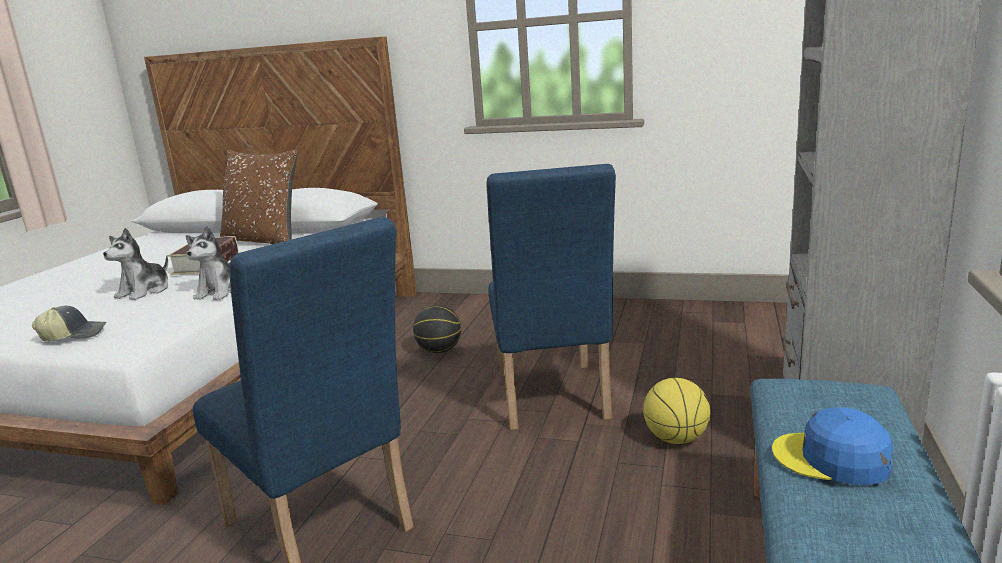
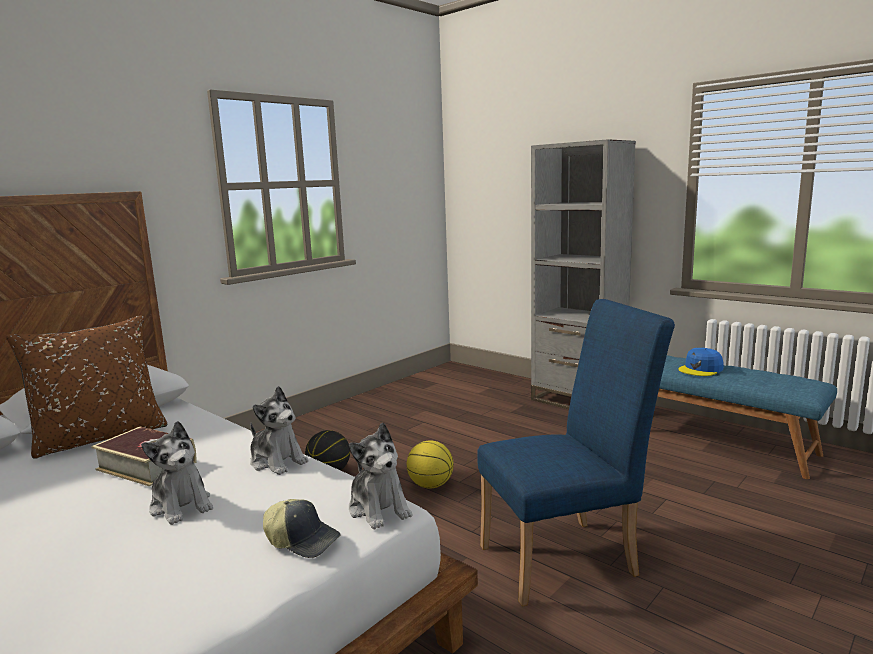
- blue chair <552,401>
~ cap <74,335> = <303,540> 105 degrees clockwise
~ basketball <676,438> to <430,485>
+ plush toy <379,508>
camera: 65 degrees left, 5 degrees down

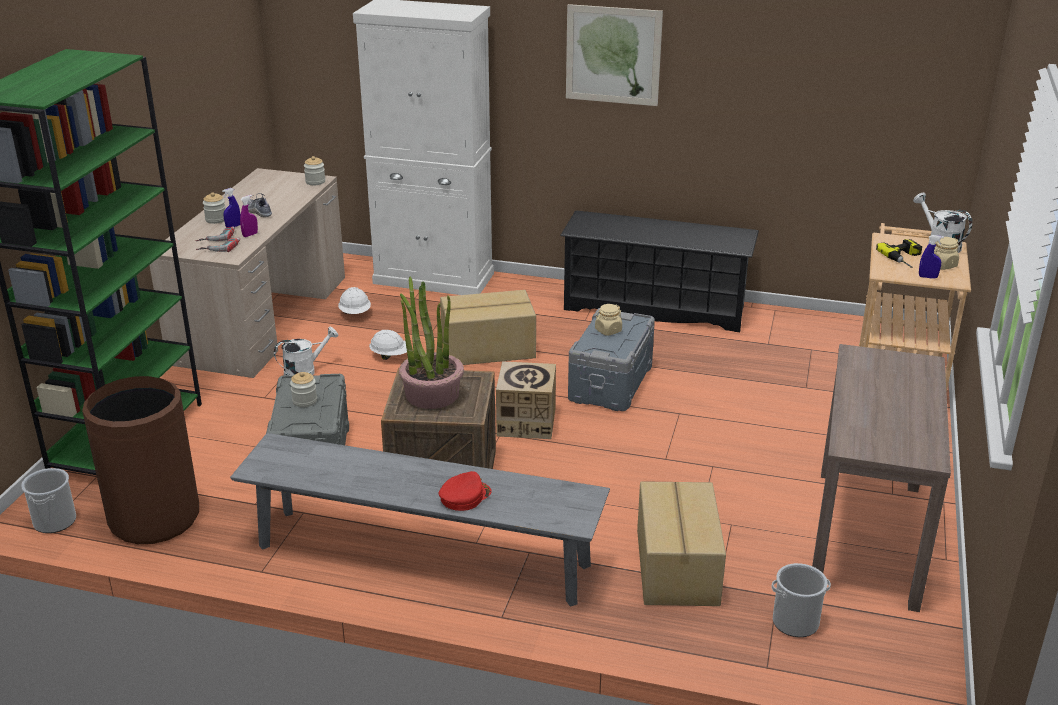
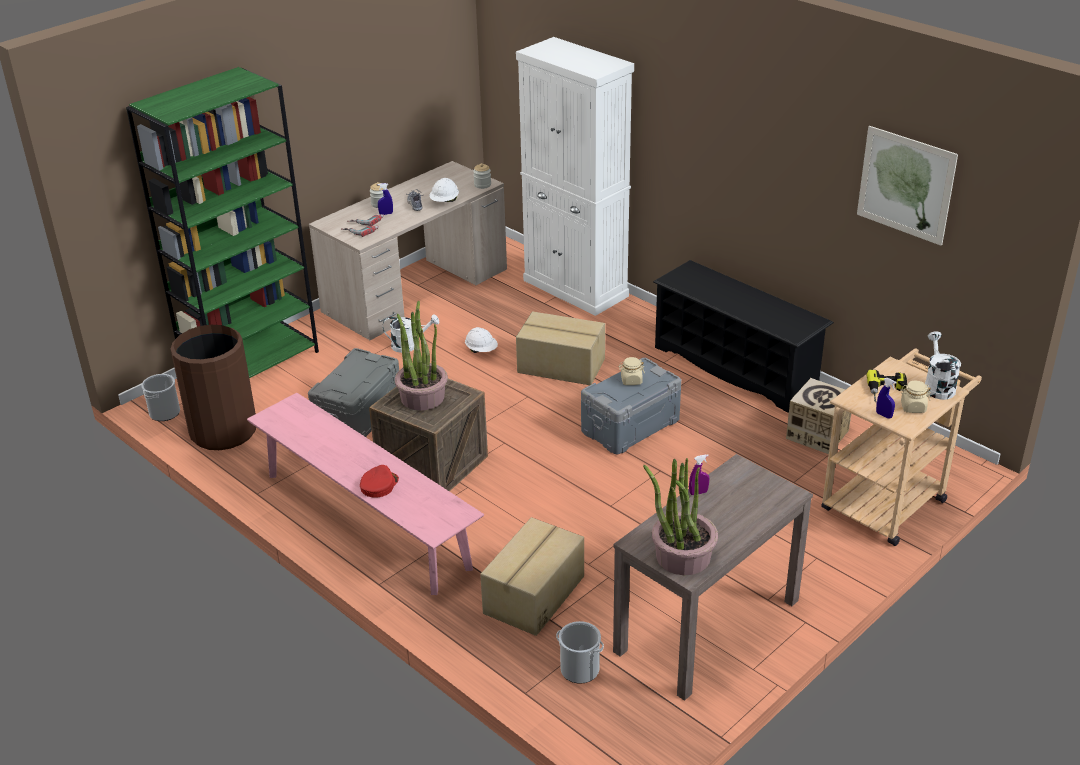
~ picture <613,55> to <905,185>
~ purple spray bottle <250,235> to <698,492>
~ white hard hat <355,314> to <444,202>
~ cardboard box <526,422> to <817,434>
- jar <304,401>
~ grey bench <422,556> to pink bench <366,520>
~ red cap <464,496> = <379,485> 45 degrees counterclockwise
+ potted plant <682,556>
camera: 30 degrees right, 5 degrees up

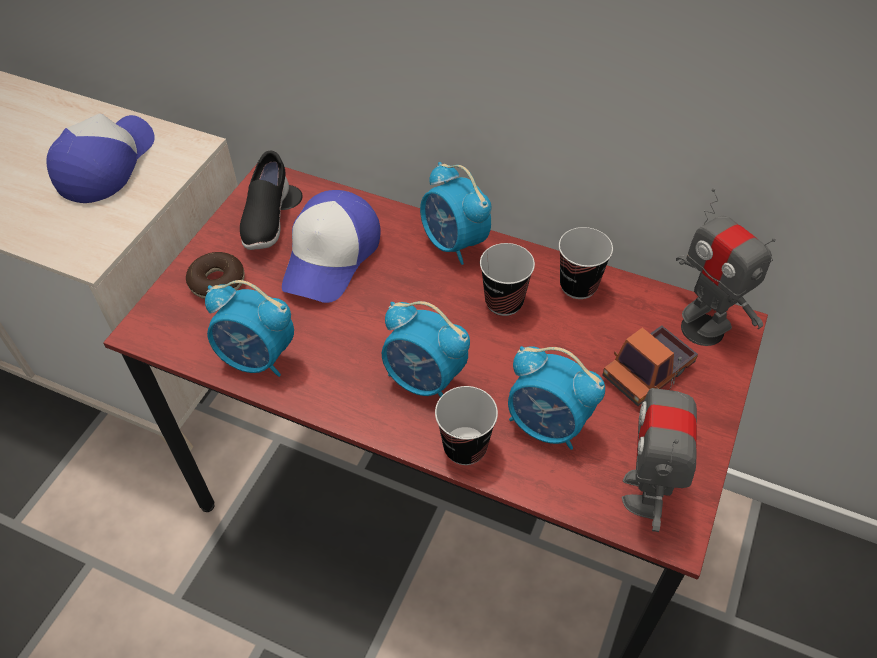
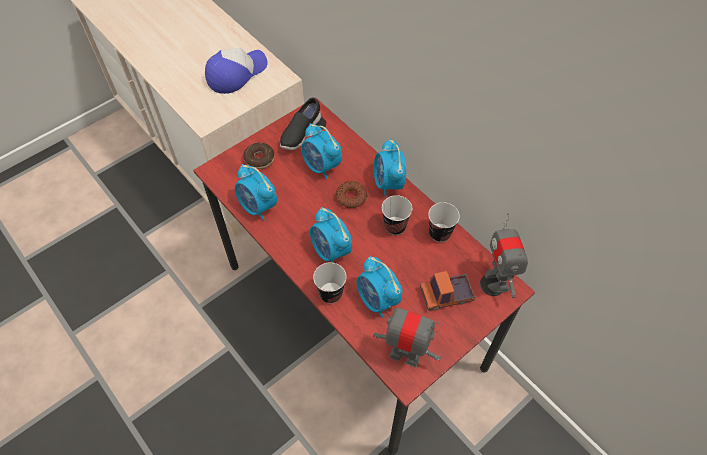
~ cap <331,256> to alarm clock <321,166>
~ toy robot <645,493> = <405,355> 75 degrees clockwise
+ donut <351,197>
camera: 25 degrees right, 5 degrees up

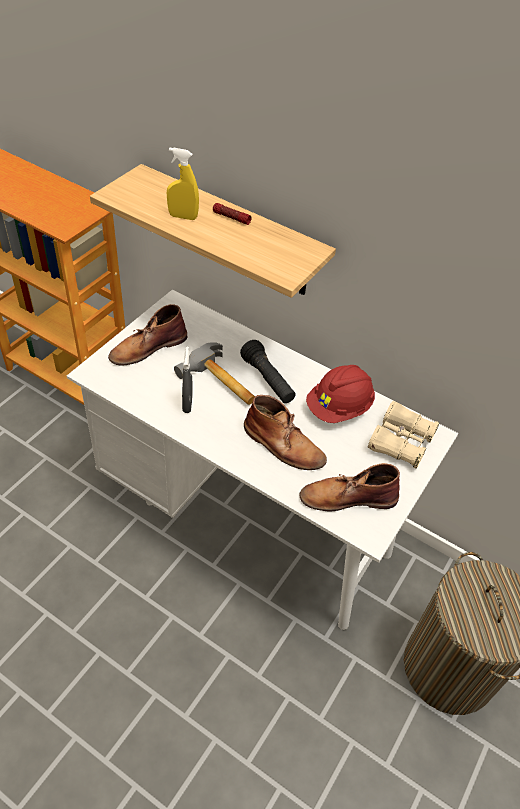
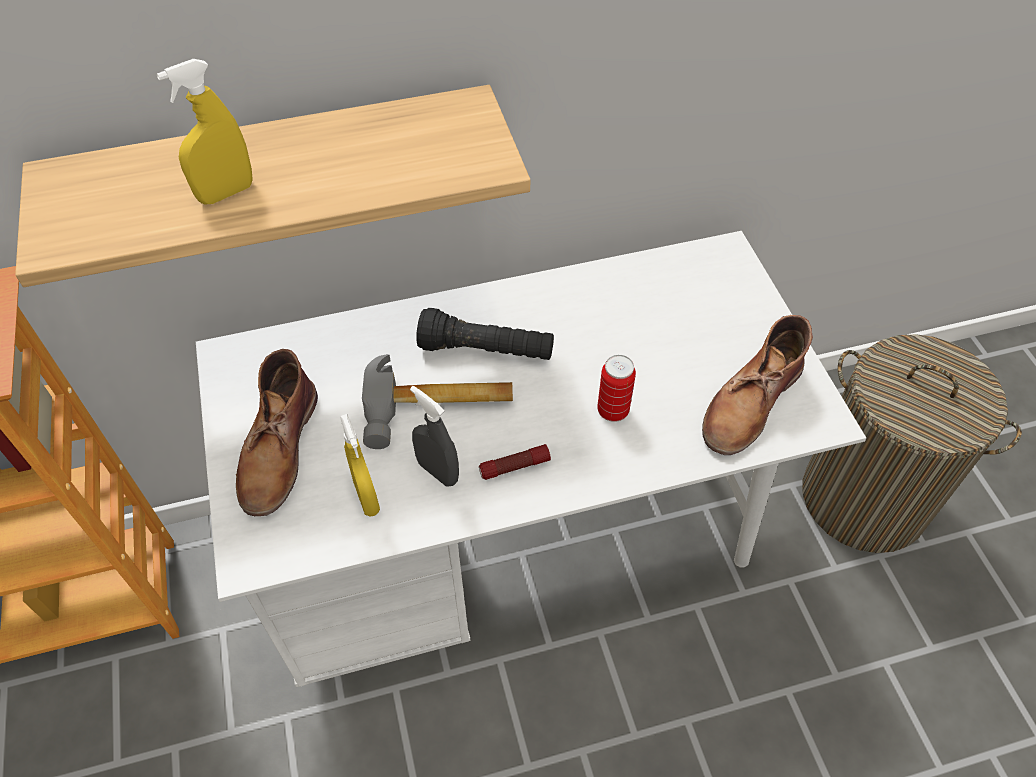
~ flashlight <231,218> to <514,467>
- red hard hat <339,407>
~ brown boot <284,445> to can <613,410>
- beige binoculars <400,442>
+ yellow spray bottle <367,497>
camera: 45 degrees left, 5 degrees up

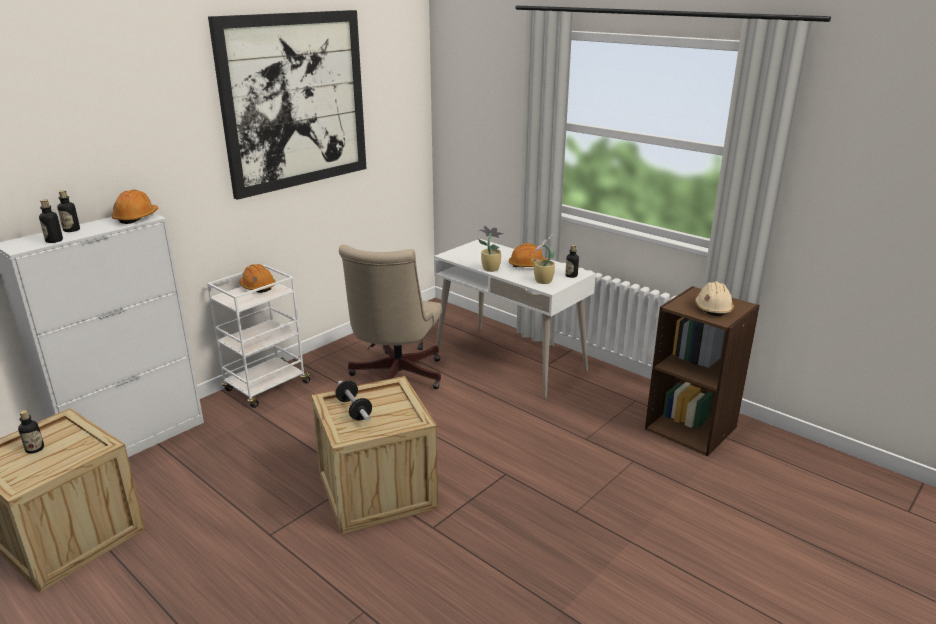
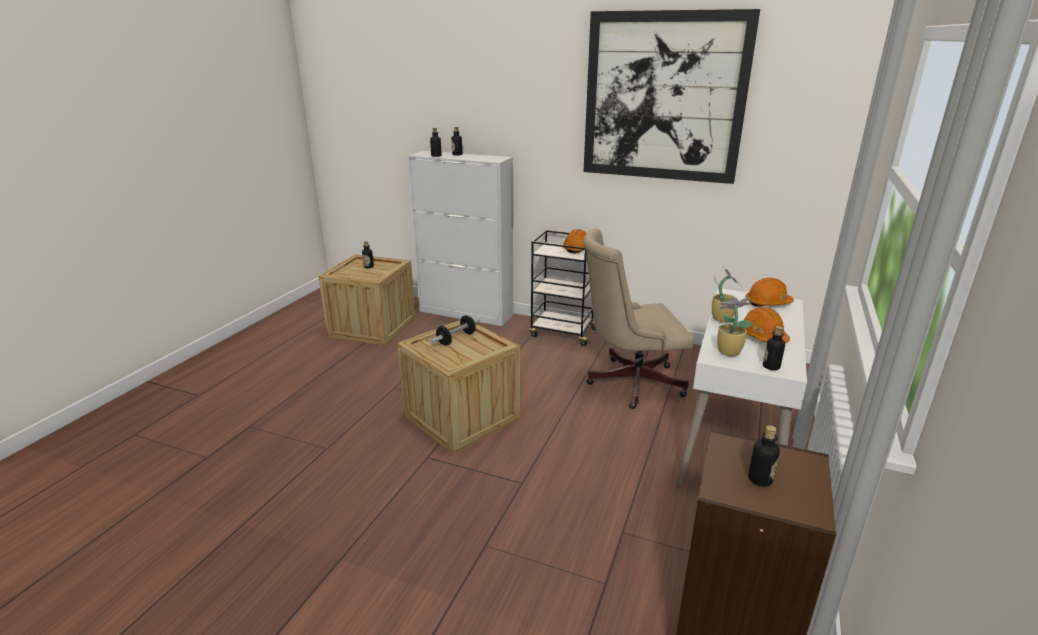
~ orange hard hat <136,218> to <767,303>
~ white cart <266,387> to black cart <562,332>
~ beige hard hat <713,308> to bottle <760,479>
camera: 70 degrees right, 0 degrees up

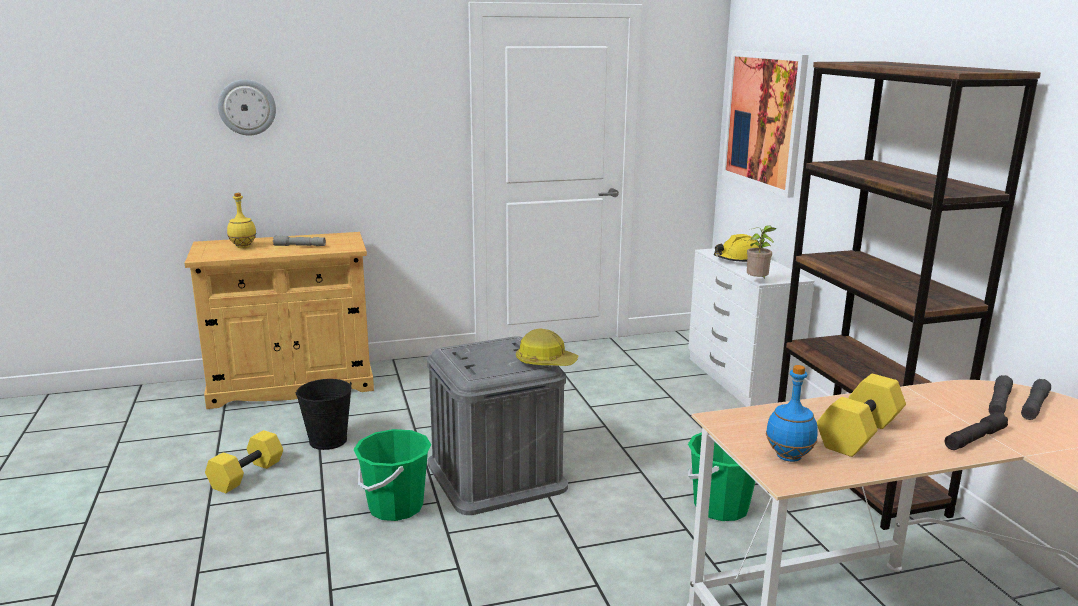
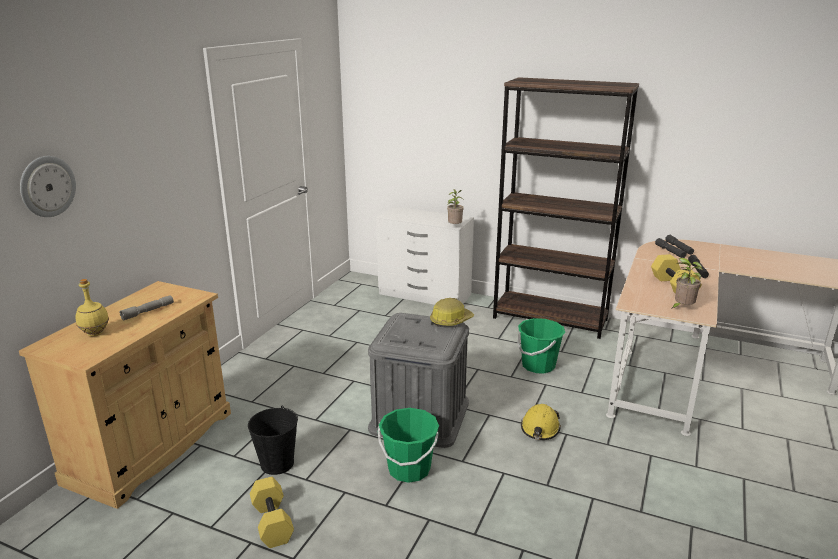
- picture <764,120>
~ yellow hard hat <738,259> to <540,429>
~ blue bottle <788,456> to potted plant <682,308>
camera: 50 degrees left, 5 degrees up

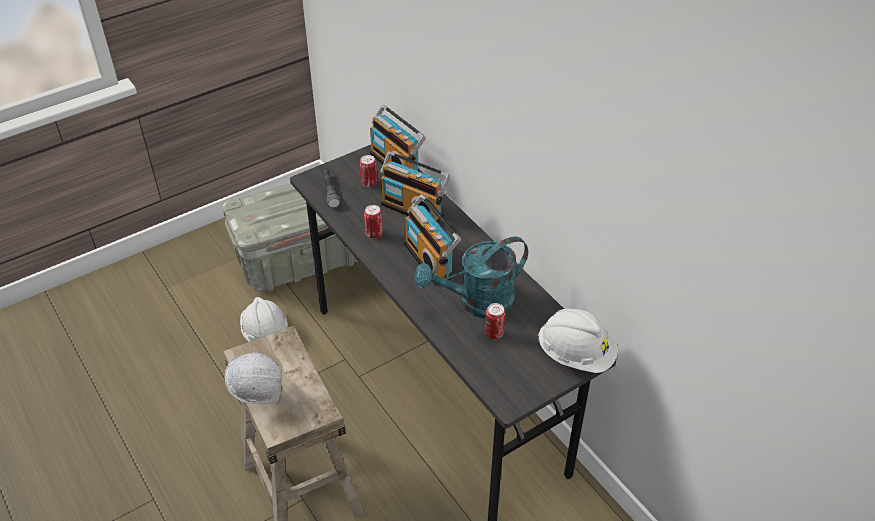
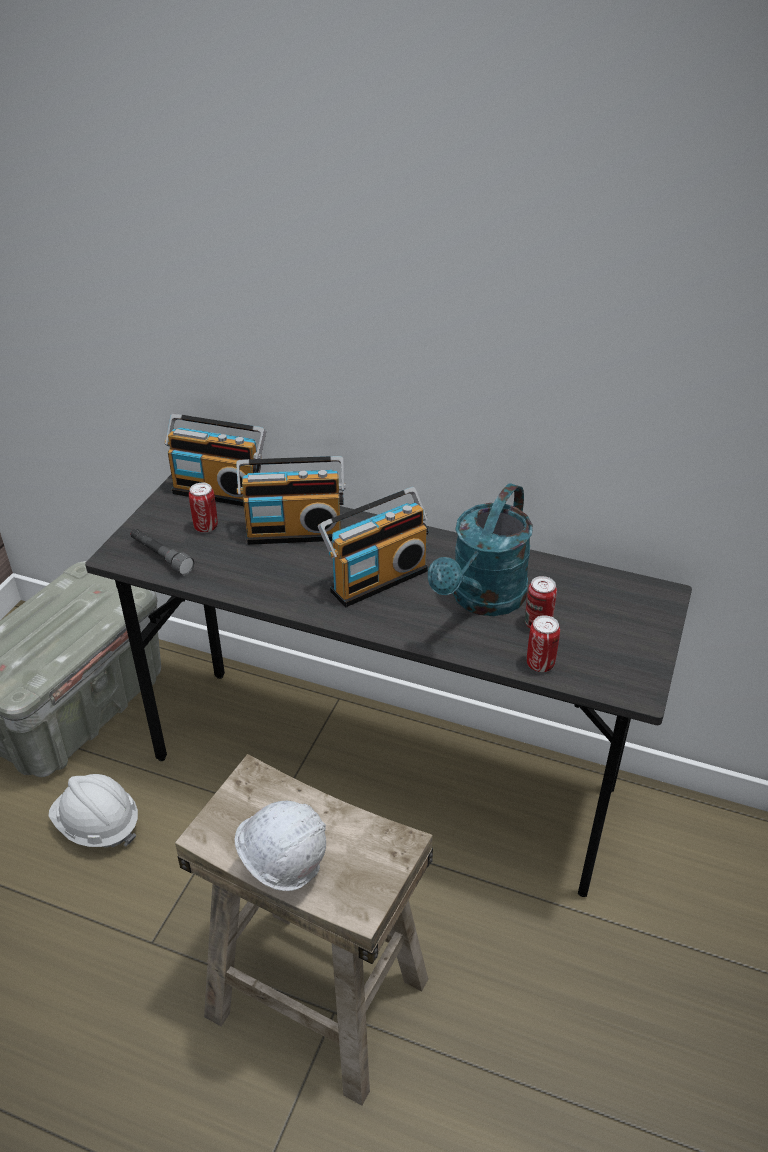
~ radio <431,260> = <376,578> 60 degrees counterclockwise
~ can <374,234> to <540,664>
- white hard hat <576,355>
camera: 35 degrees left, 5 degrees down

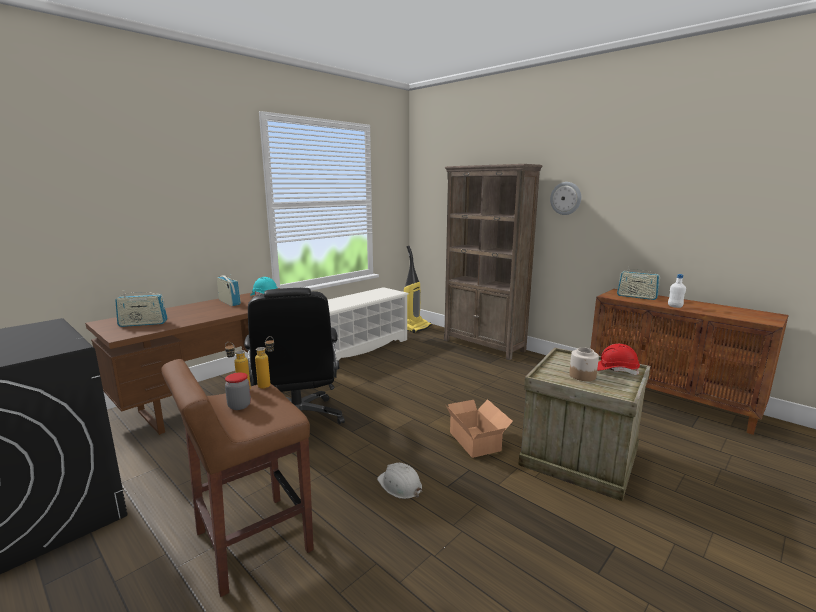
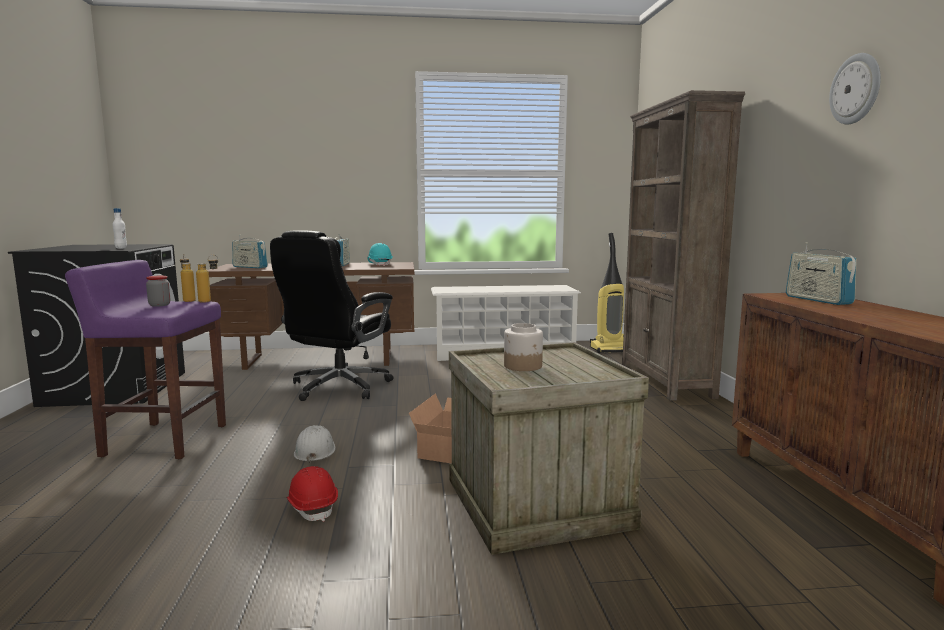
~ wall clock <566,198> to <856,89>
~ white bottle <675,306> to <121,248>
~ red hard hat <615,370> to <312,507>
~ brown stool <251,542> to purple stool <164,440>
camera: 40 degrees right, 5 degrees down

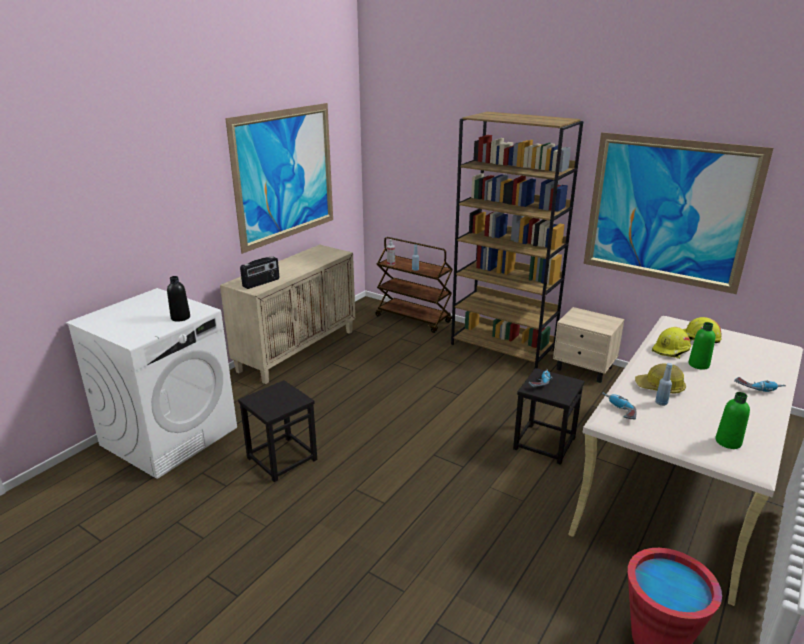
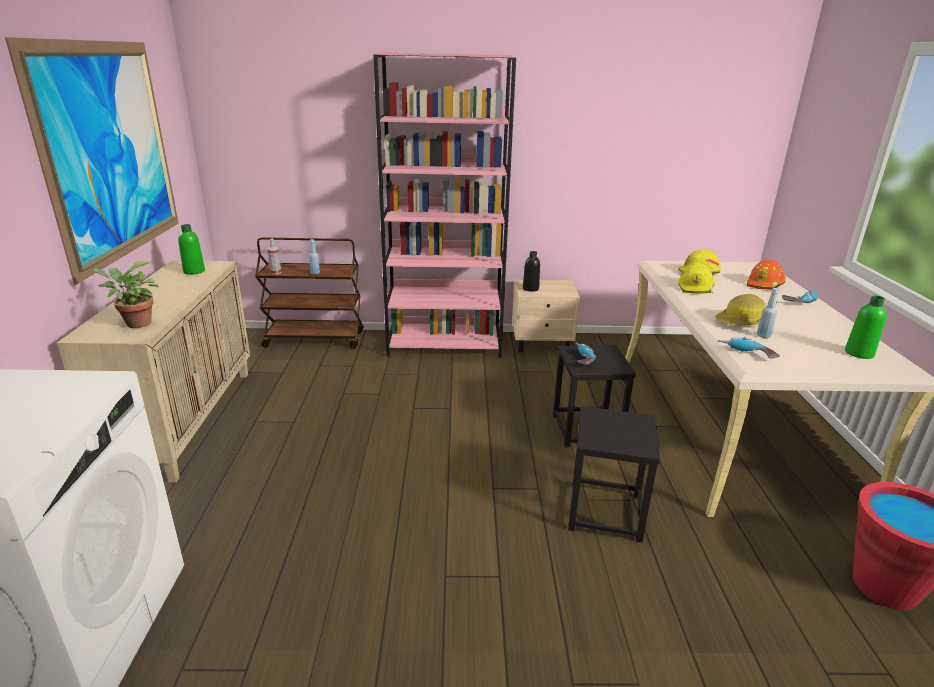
~ brown bookcase <503,347> to pink bookcase <445,344>
- picture <668,212>
~ radio <261,283> to potted plant <135,324>
~ black bottle <180,317> to <530,289>
~ green bottle <698,365> to <194,271>
~ black stool <282,458> to <604,511>
+ orange hard hat <765,285>
camera: 35 degrees left, 0 degrees up

